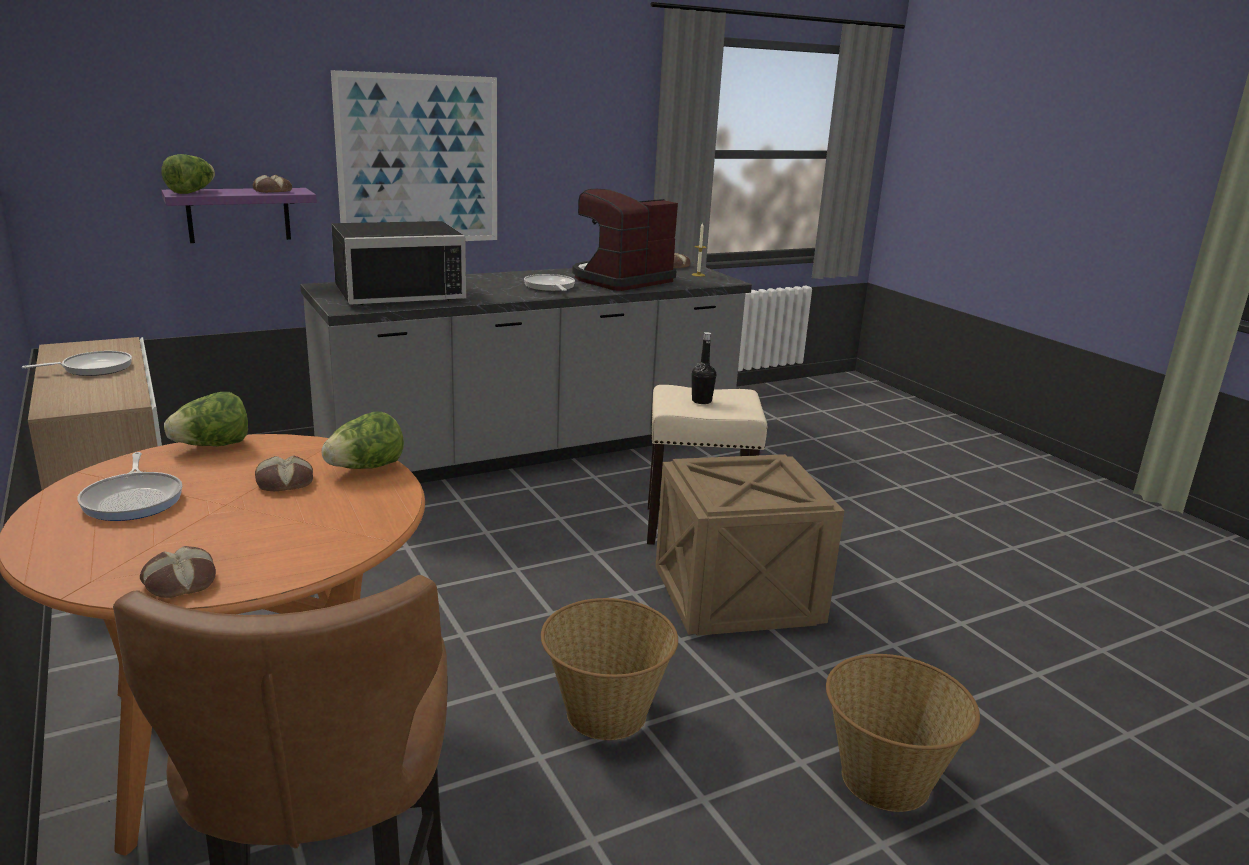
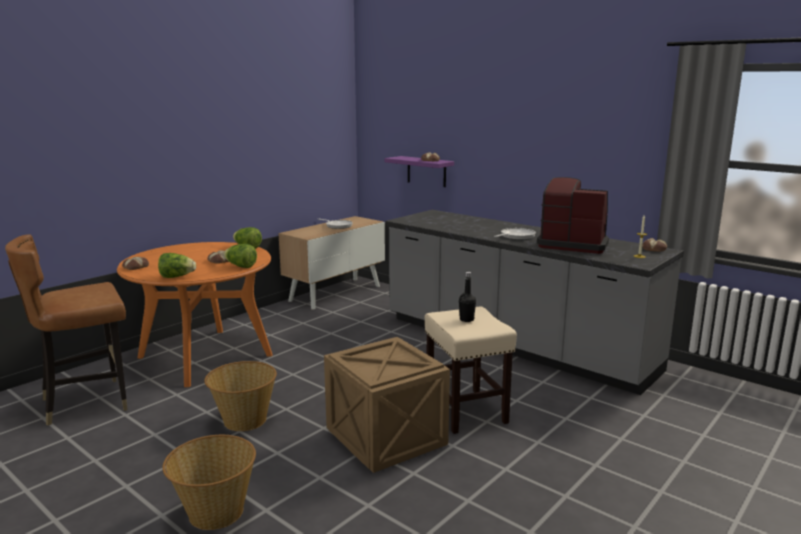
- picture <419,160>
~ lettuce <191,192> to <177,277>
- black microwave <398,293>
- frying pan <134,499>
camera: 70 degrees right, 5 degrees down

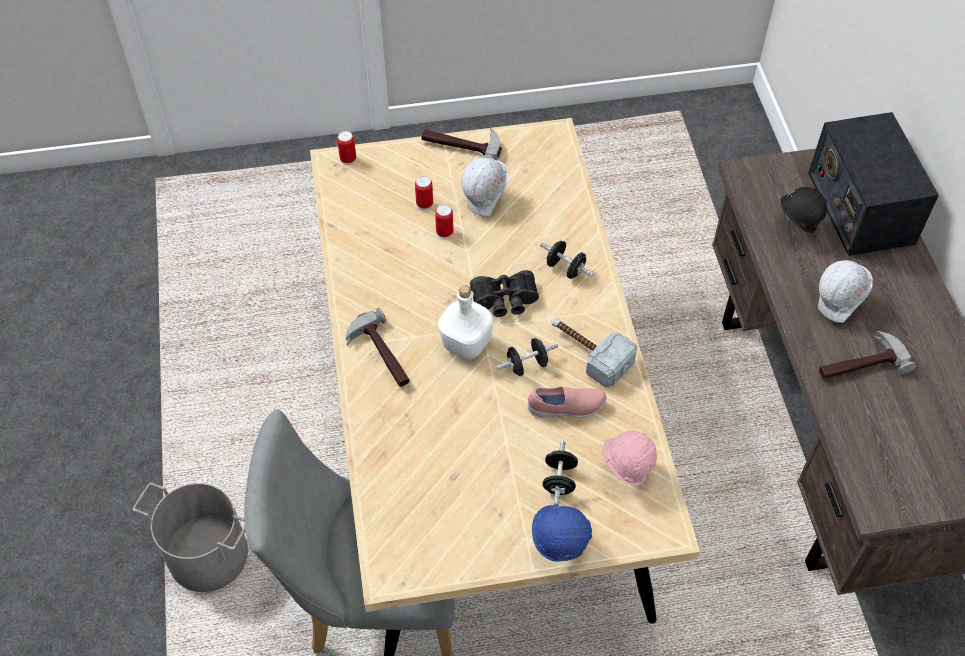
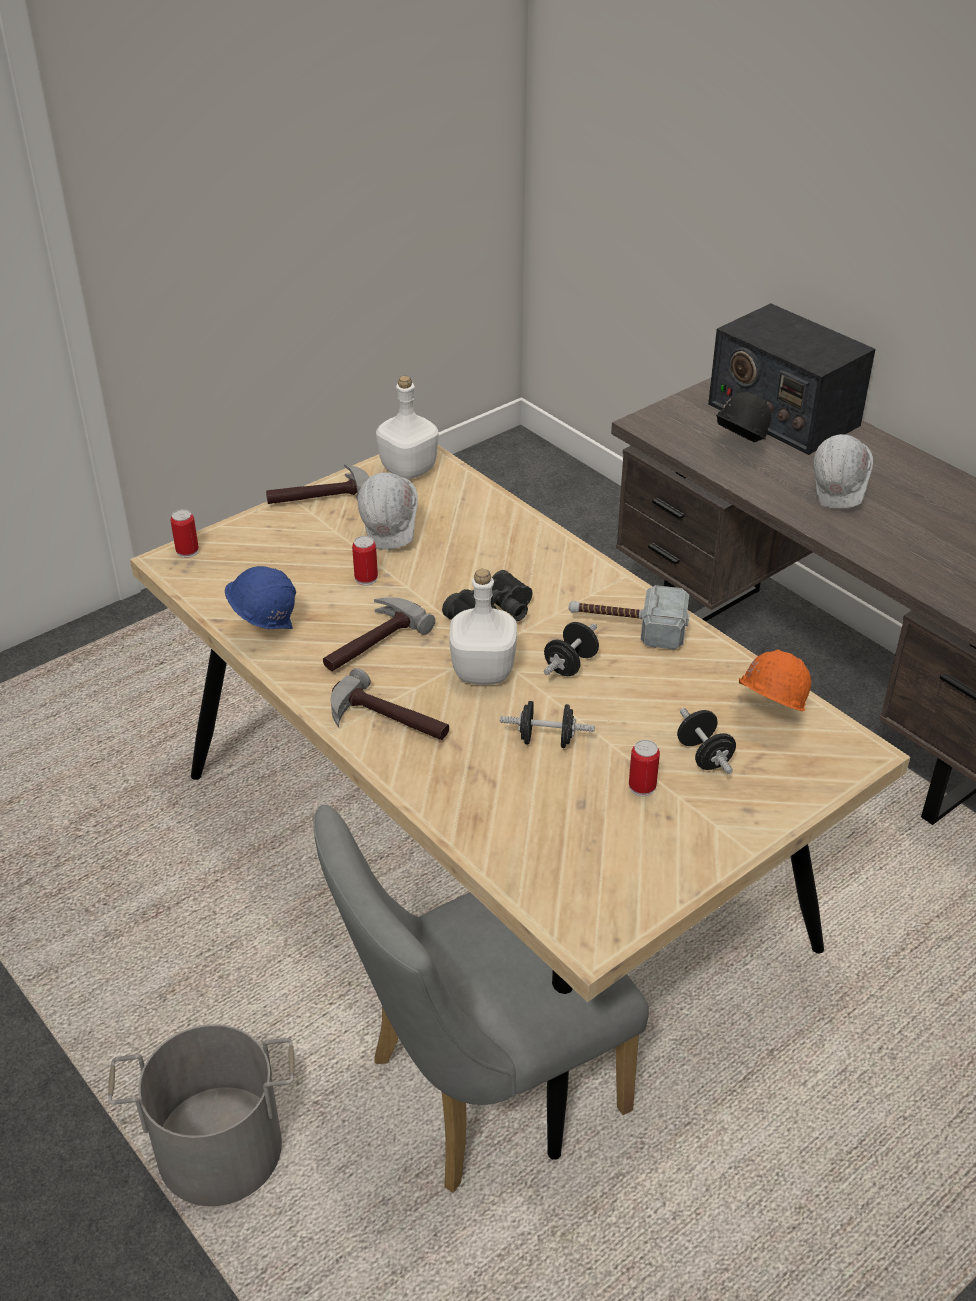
~ can <424,204> to <642,787>
~ black dumbbell <565,268> to <546,740>
~ hammer <860,363> to <371,642>
- pink shoe <566,409>
~ pink hard hat <624,471> to orange hard hat <766,718>
~ blue hard hat <560,544> to <264,629>
+ white bottle <407,469>
camera: 30 degrees left, 15 degrees down

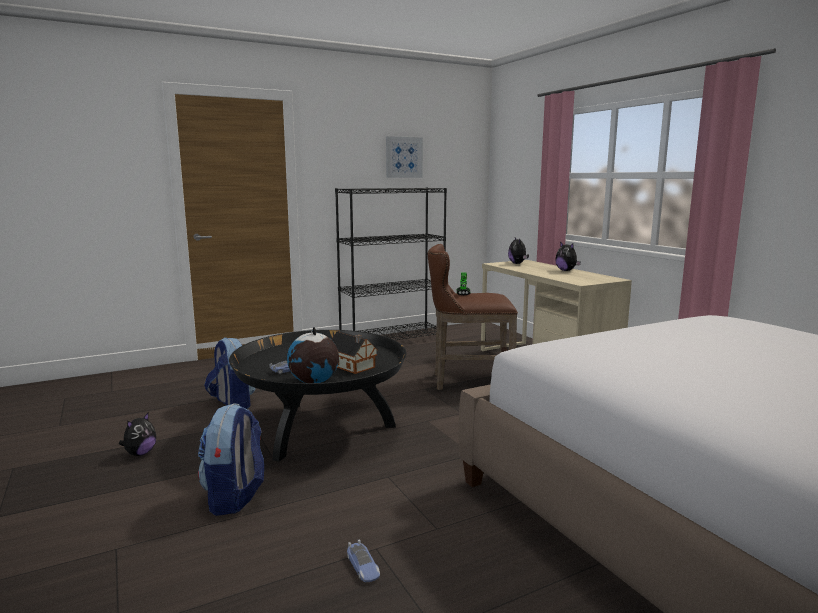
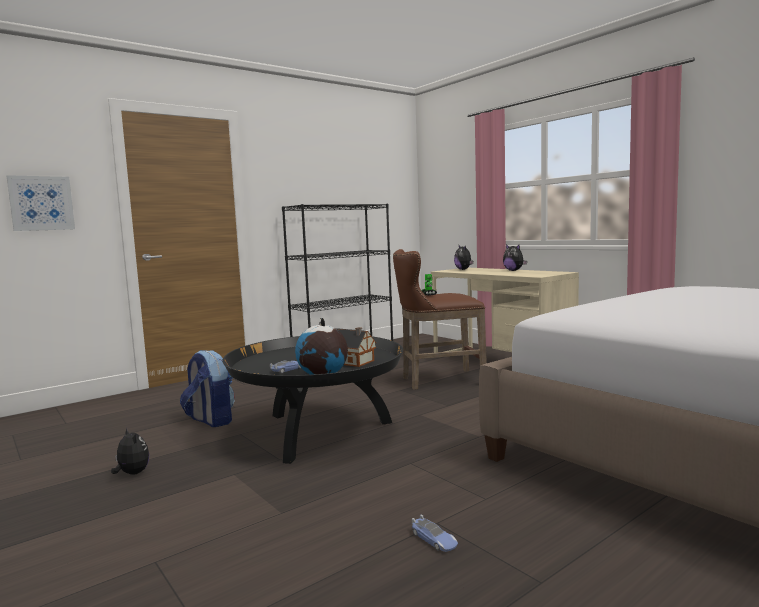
~ picture <403,157> to <41,203>
- backpack <235,497>
~ plush toy <140,453> = <132,473> 60 degrees counterclockwise
camera: 10 degrees left, 5 degrees down

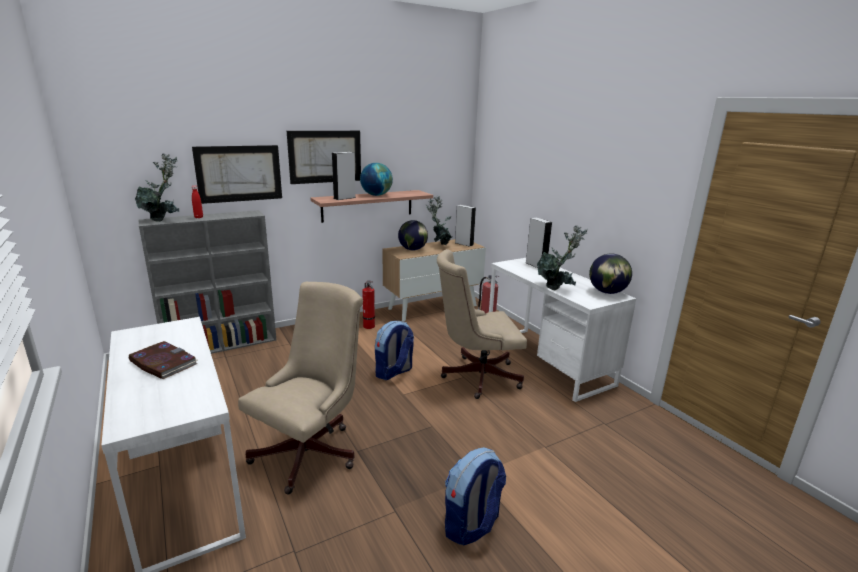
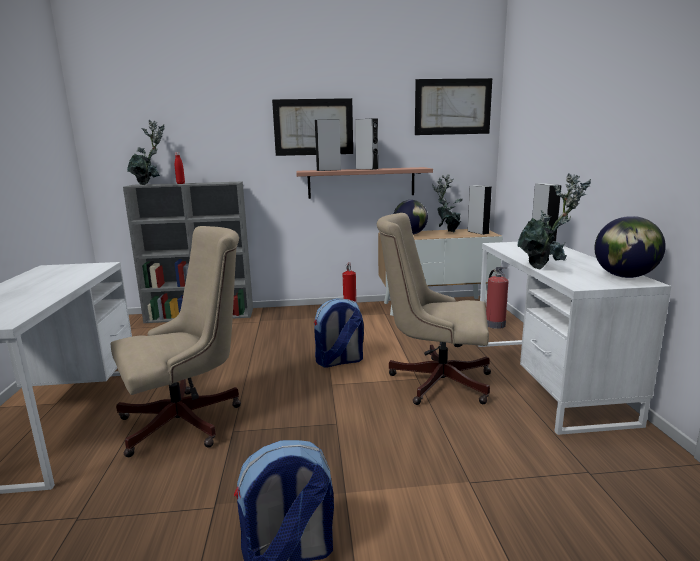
~ picture <239,173> to <453,107>
~ globe <376,195> to grey speaker <367,169>
- book <163,363>
camera: 25 degrees right, 5 degrees down

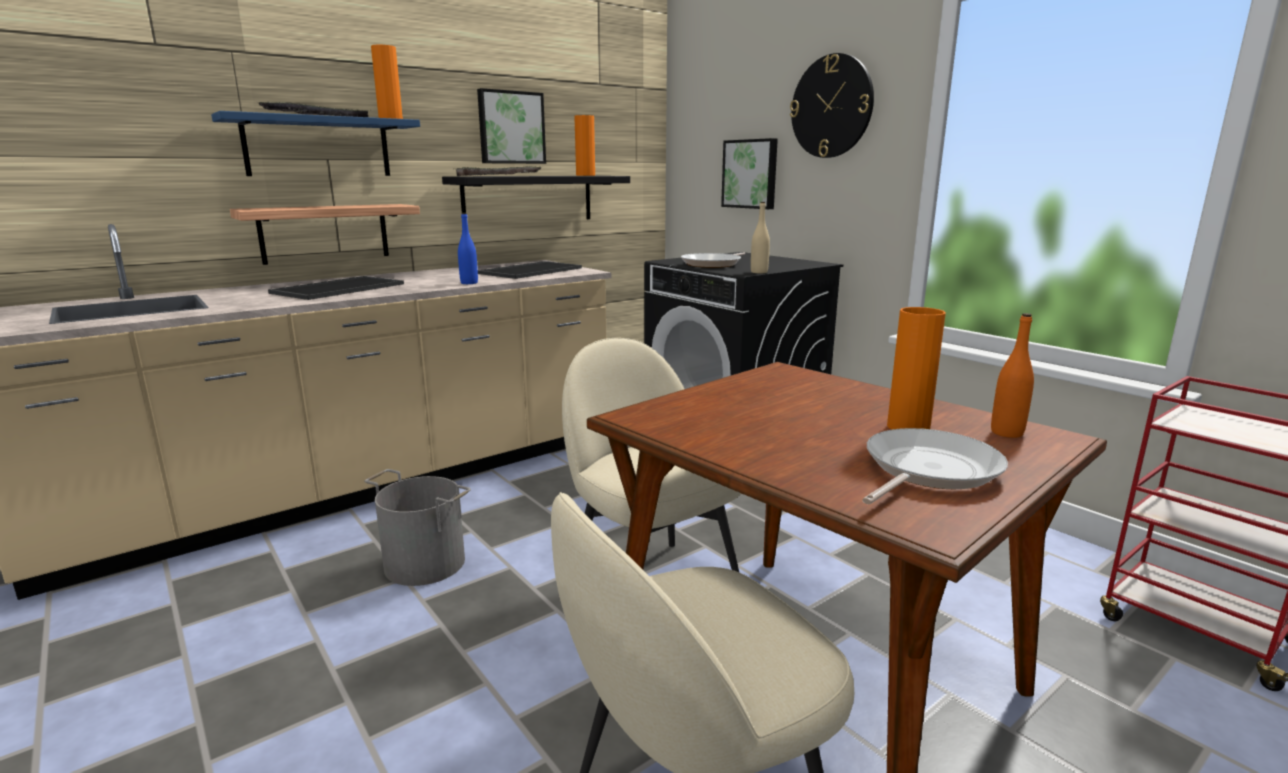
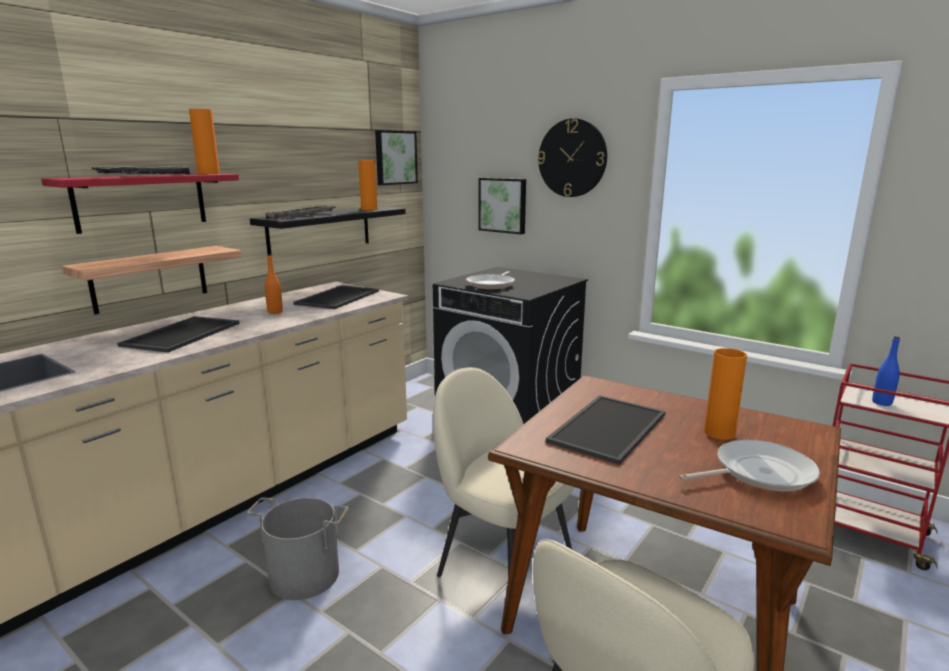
~ picture <511,128> to <395,157>
~ blue shelf <318,147> to red shelf <141,201>
- beige bottle <759,272>
~ blue bottle <469,283> to <881,403>
~ orange bottle <1006,433> to <275,312>
~ frying pan <927,470> = <758,472> 45 degrees clockwise
+ tray <606,427>
camera: 15 degrees left, 0 degrees up

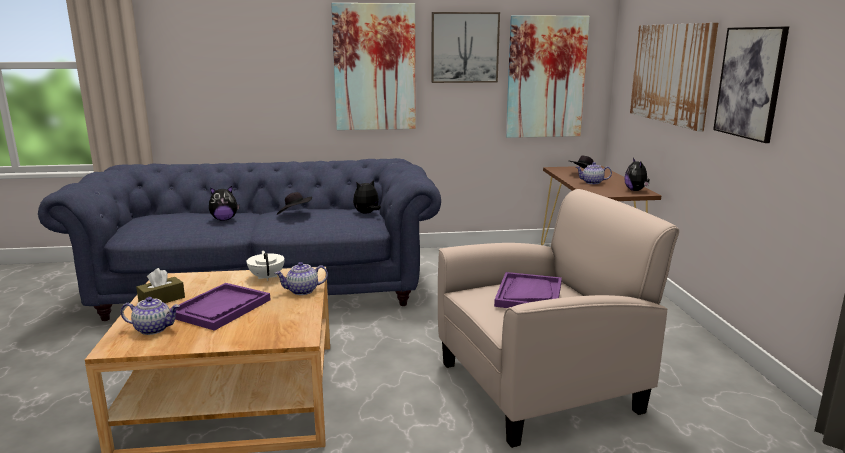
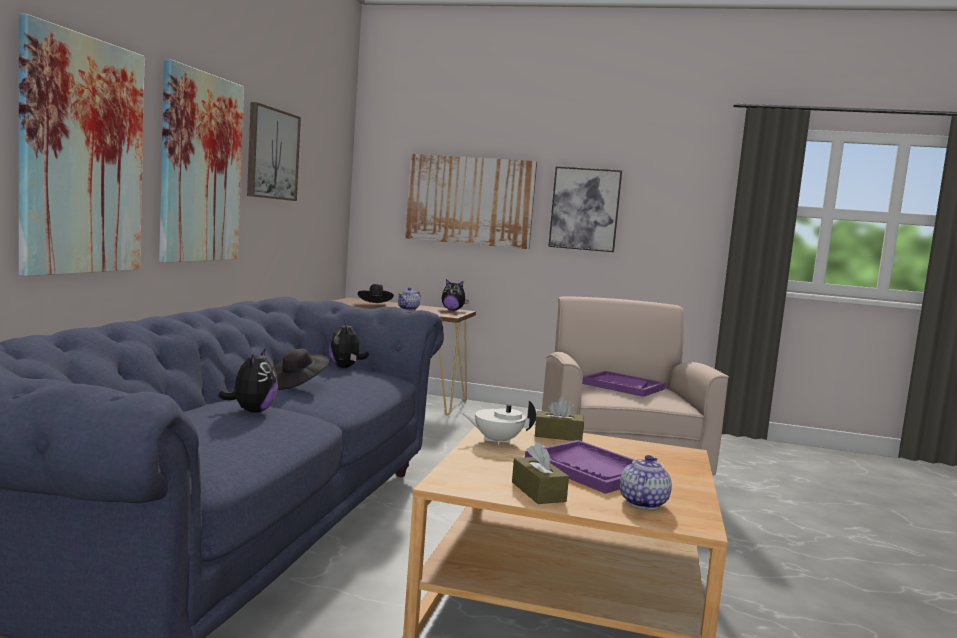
~ picture <546,77> to <82,156>
~ teapot <302,291> to brown tissue box <558,435>
camera: 70 degrees left, 10 degrees down

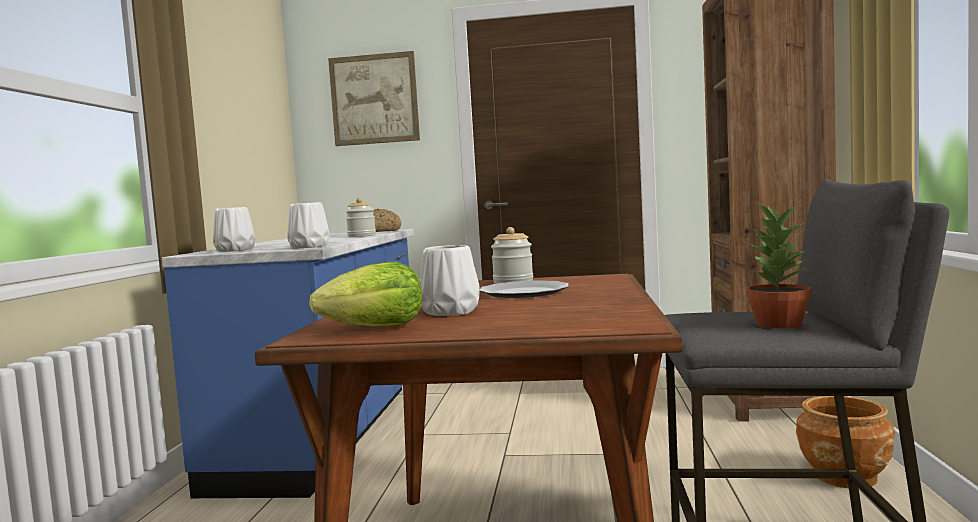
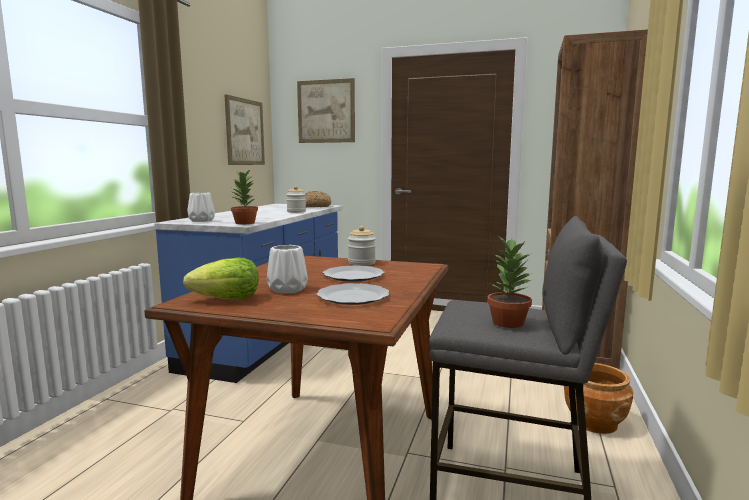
~ white vase <310,246> to potted plant <245,223>
+ picture <245,132>
+ plate <353,296>
camera: 10 degrees right, 5 degrees up

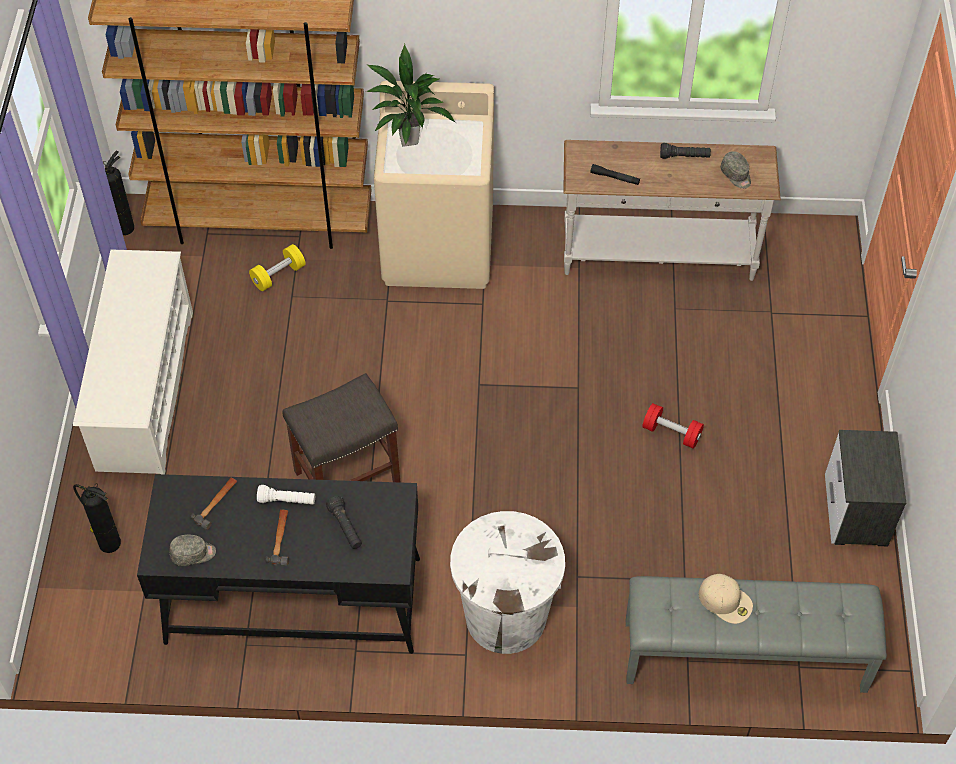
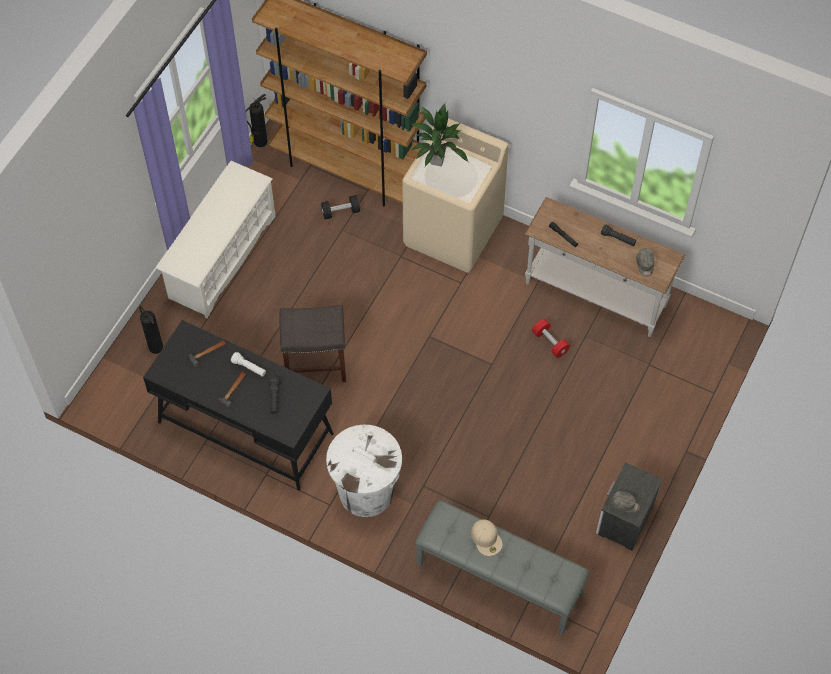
~ yellow dumbbell <278,275> to black dumbbell <340,212>
~ red dumbbell <671,433> to <550,342>
~ grey cap <193,554> to <625,504>
camera: 25 degrees right, 5 degrees up

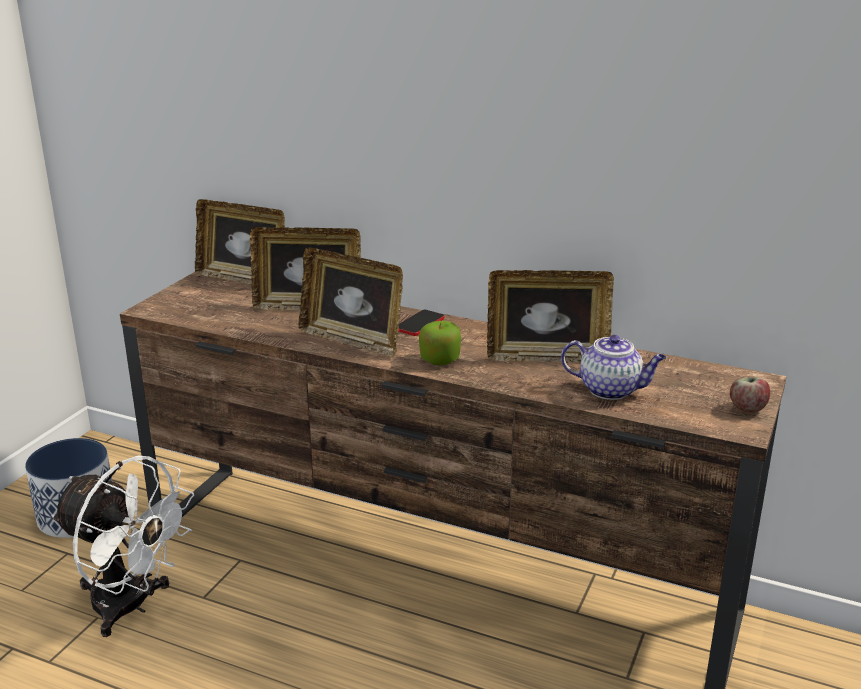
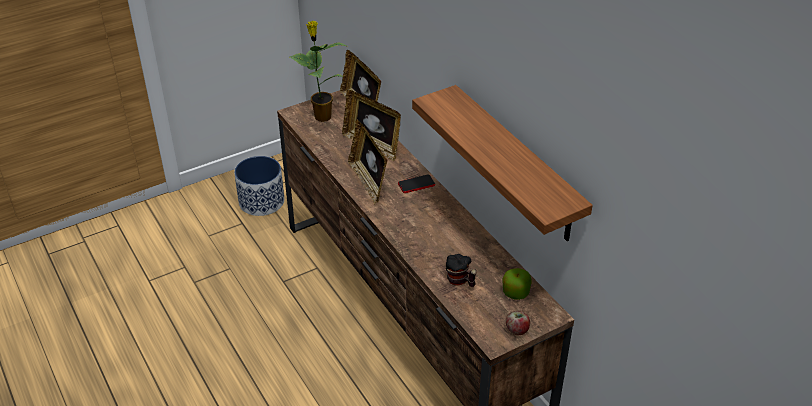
- picture frame <547,357>
~ apple <440,359> to <515,292>
~ teapot <611,390> to mug <460,281>
- white fan <131,607>
+ potted plant <322,116>
+ shelf <516,165>
camera: 35 degrees right, 15 degrees up

